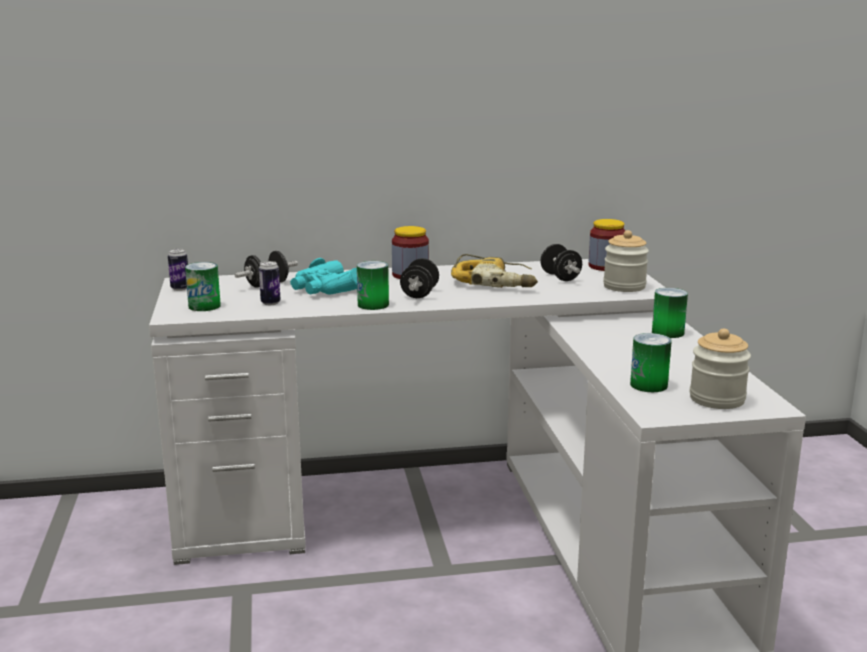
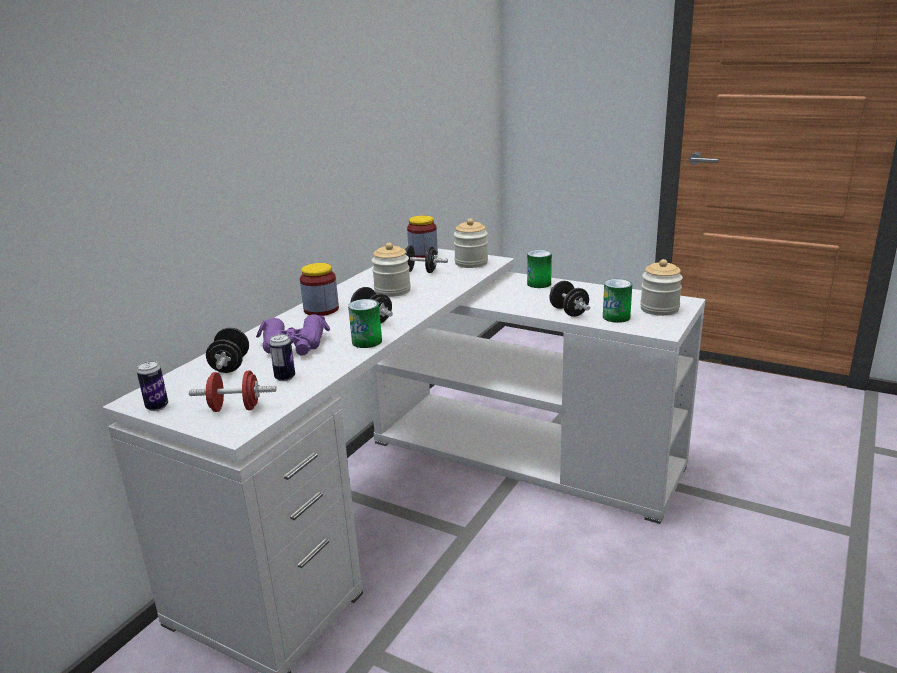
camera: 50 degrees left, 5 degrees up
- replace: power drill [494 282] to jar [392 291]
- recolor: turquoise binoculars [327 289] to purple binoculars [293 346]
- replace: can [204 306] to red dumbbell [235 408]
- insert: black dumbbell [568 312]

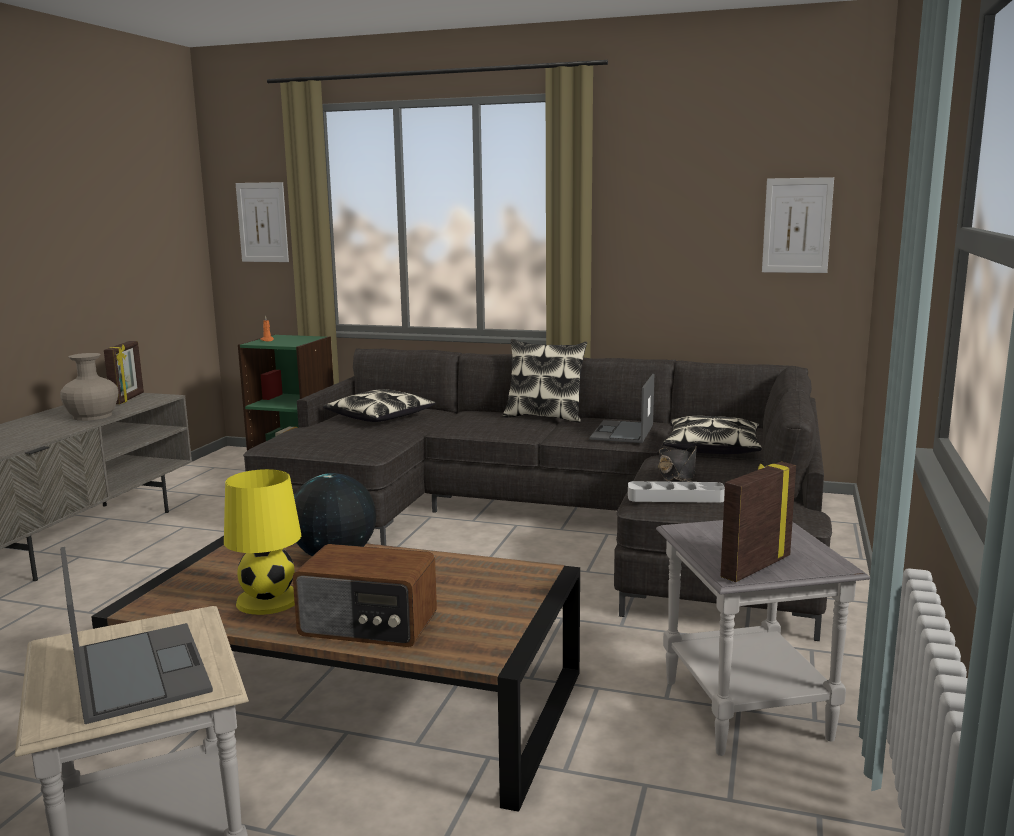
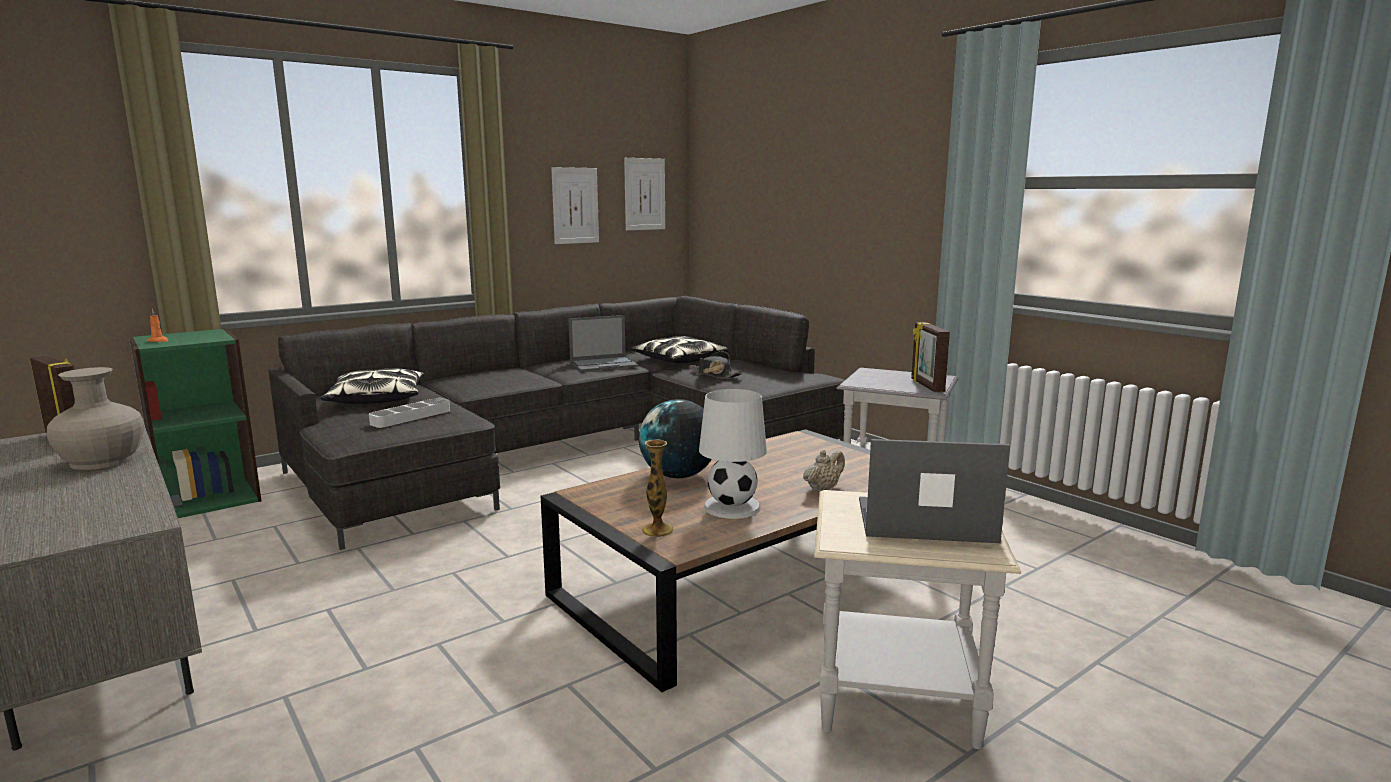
camera: 55 degrees left, 0 degrees up
- move: picture [262 222] to [575 205]
- delete: pillow [544 416]
- rotate: laptop [622 432] = [604 364] 75 degrees counterclockwise
- recolor: yellow table lamp [267 600] to white table lamp [732 507]
- move: grey tray [675 497] to [411 417]
- replace: radio [368 625] to beige teapot [823 489]
- insert: vase [657 530]

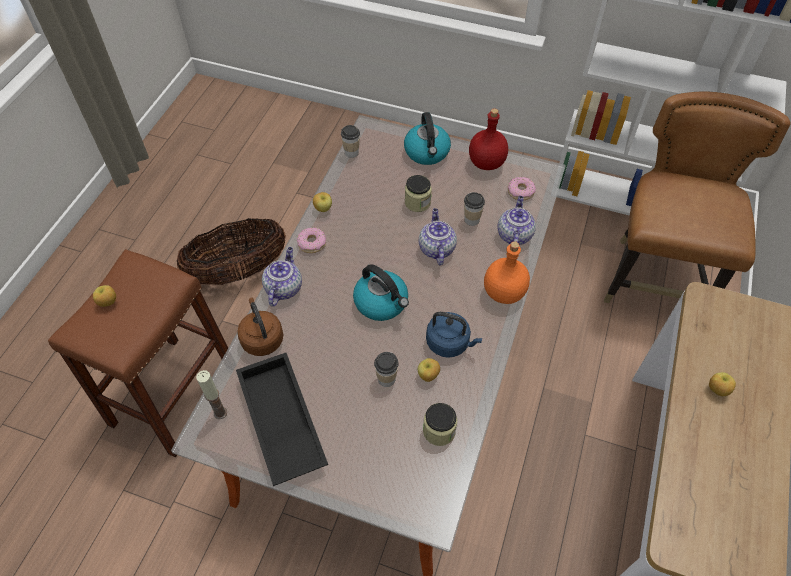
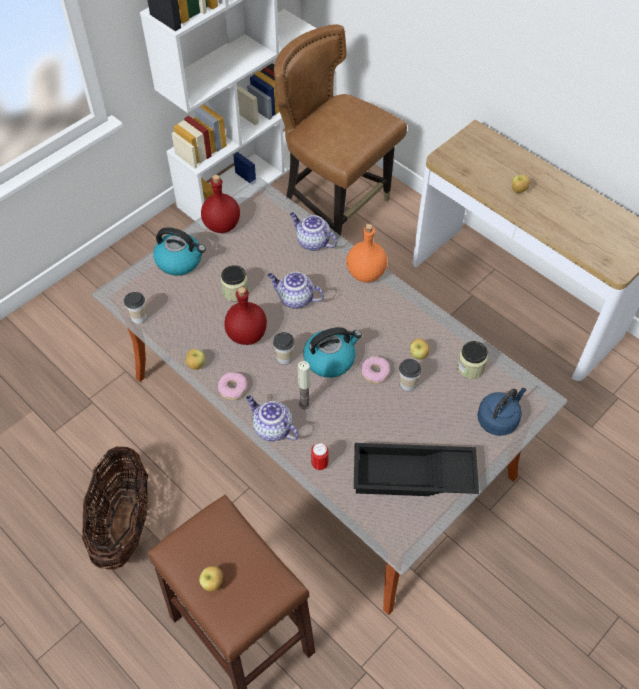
camera: 65 degrees left, 0 degrees up
- move: donut [520 191] to [375 372]
- move: cup [471 220] to [284 358]
- replace: brown kettle [262 338] to can [319 464]
- move: blue kettle [450 343] to [498 419]
- move: candle [220 413] to [304 404]
- insert: red bottle [246 335]

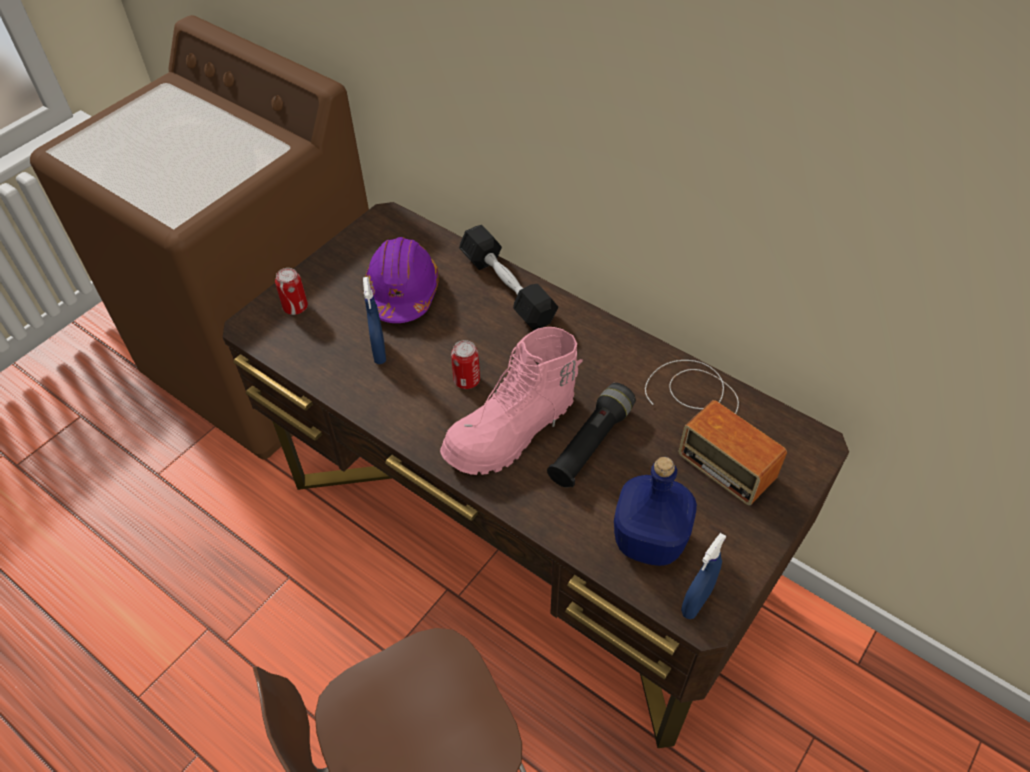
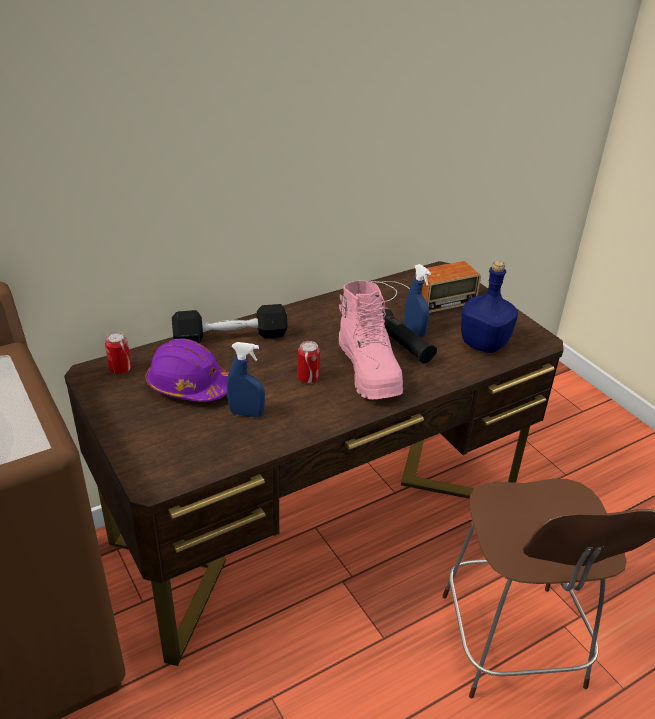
camera: 70 degrees left, 15 degrees down
- move: can [295 307] to [120 369]
- move: blue spray bottle [696 602] to [414 331]

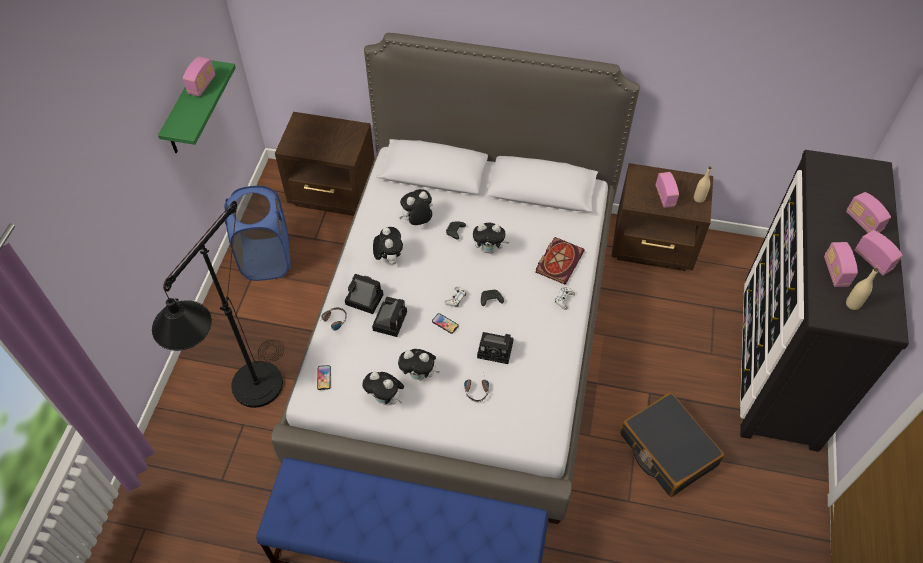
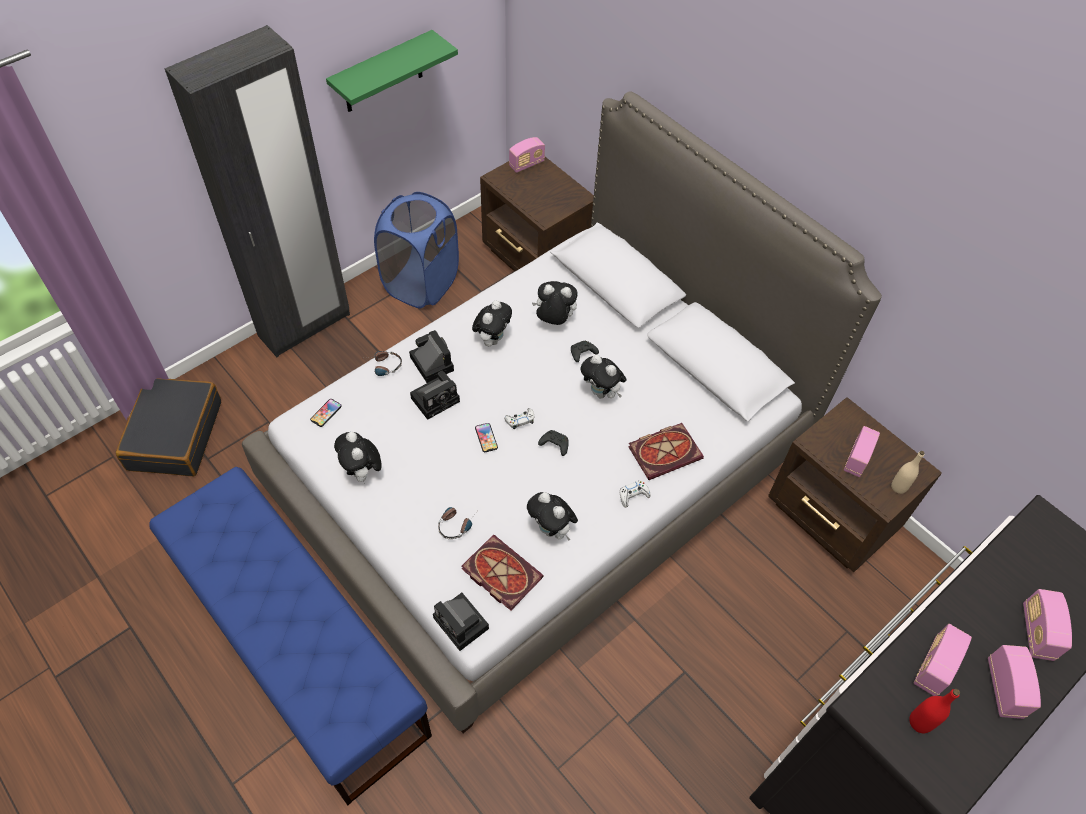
camera: 35 degrees right, 0 degrees up
- move: radio [202 85] to [526 164]
- delete: black floor lamp [252 398]
- recolor: beige bottle [853 304] to red bottle [920 722]
- move: photo camera [497 350] to [463 625]
- move: plush toy [419 375] to [551 530]
- move: black suitcase [667 450] to [174 435]
- insert: black wardrobe [305 326]
- insert: book [499 573]

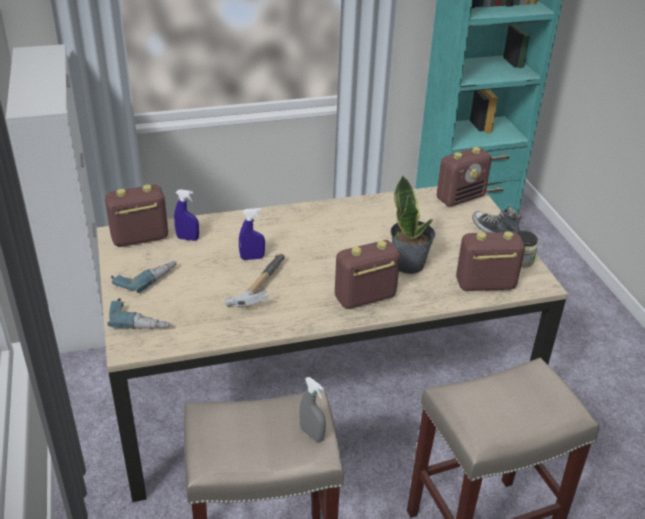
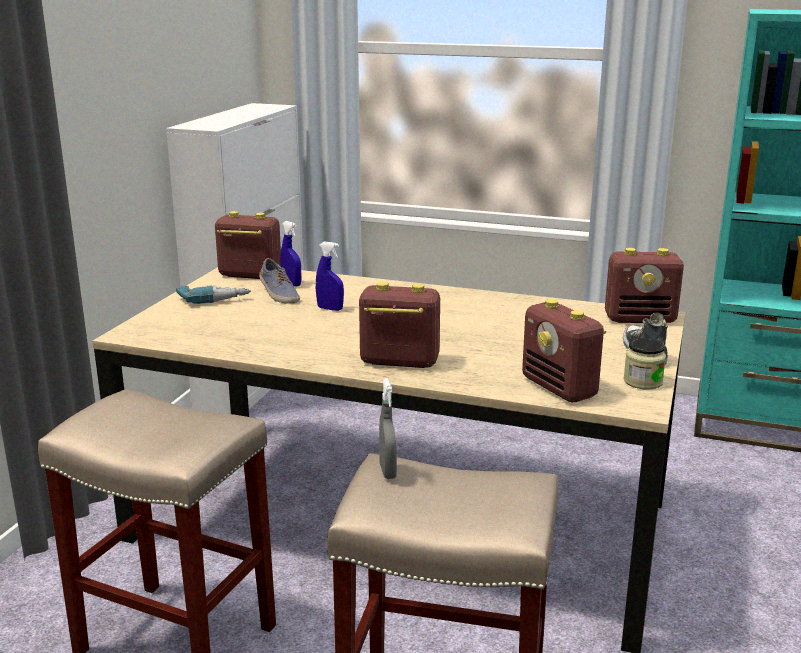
camera: 35 degrees right, 15 degrees down
- delete: potted plant [409 264]
- rotate: radio [484 285] = [560 388] 150 degrees counterclockwise
- delete: hammer [257 288]
- delete: power drill [141 320]
- move: grey spray bottle [312 434] to [387 471]
- insert: shoe [278 294]

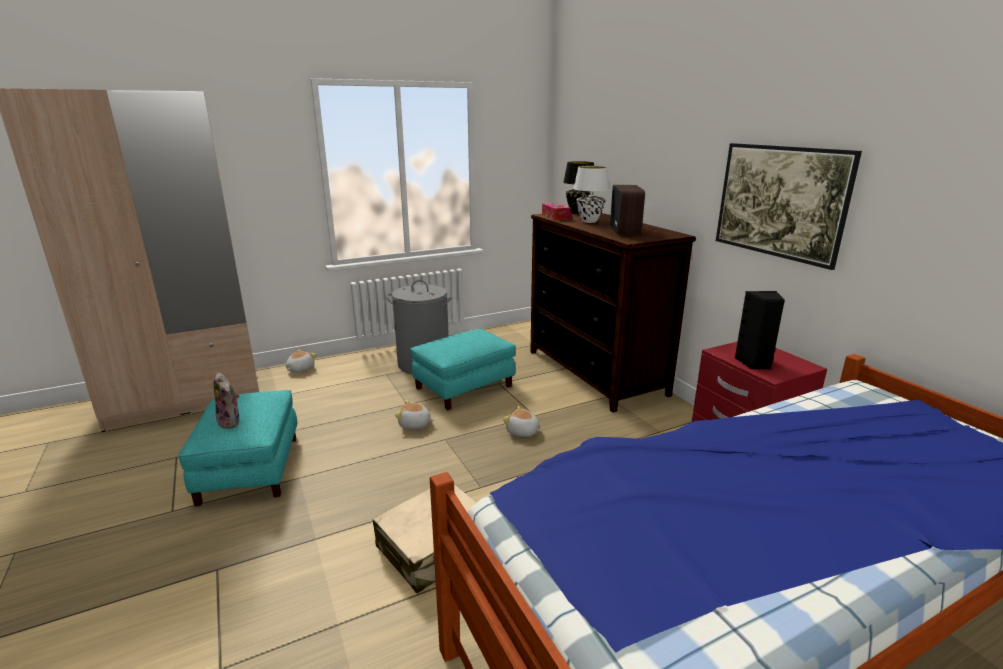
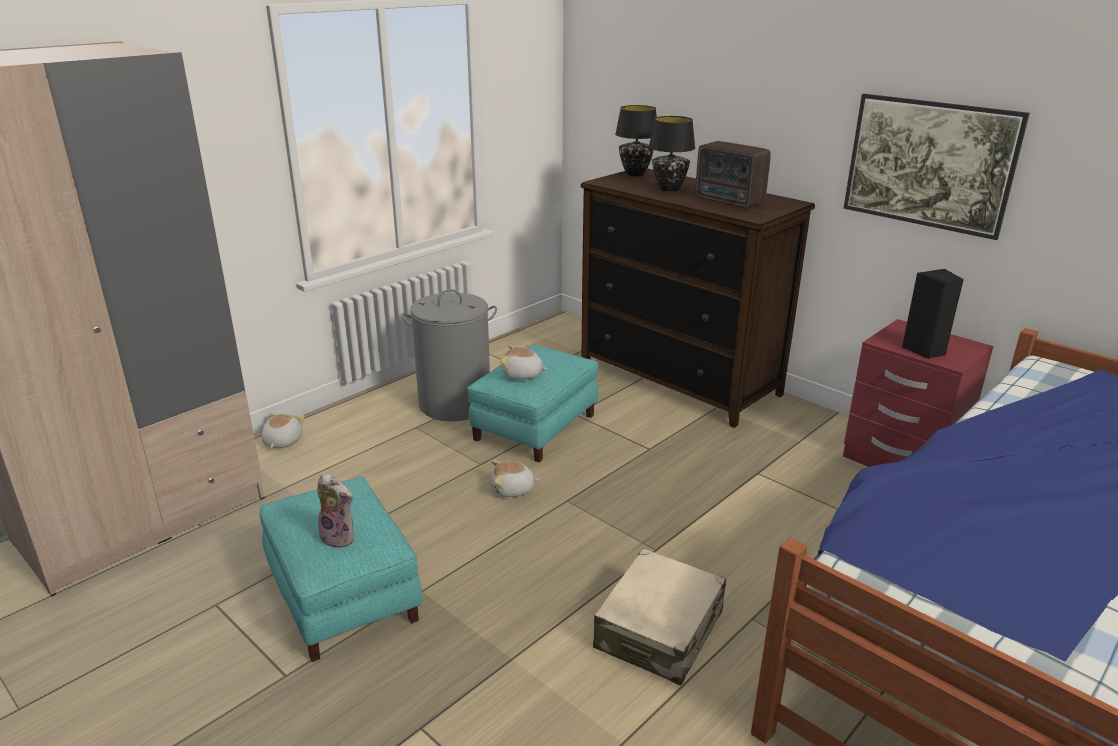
camera: 20 degrees left, 5 degrees up
- recolor: white table lamp [589 221] to black table lamp [669 189]
- rotate: radio [625 230] = [730 201] 150 degrees clockwise
- delete: tissue box [555 216]
- move: plush toy [522 432] to [522 375]

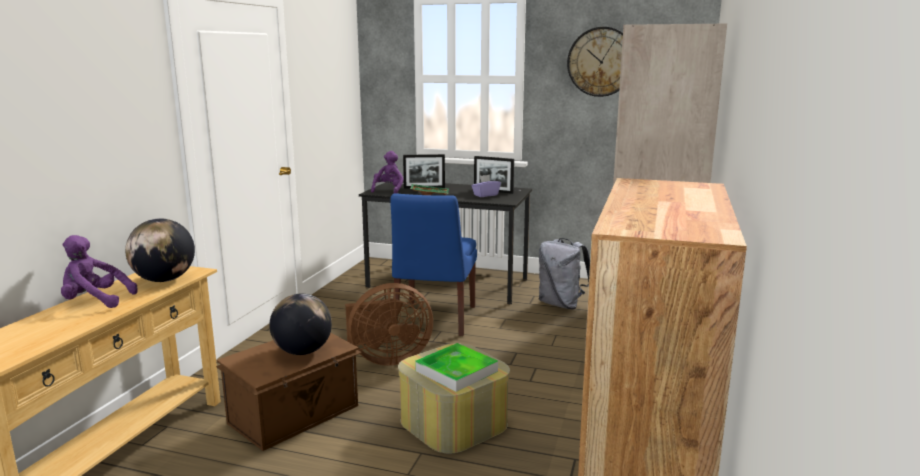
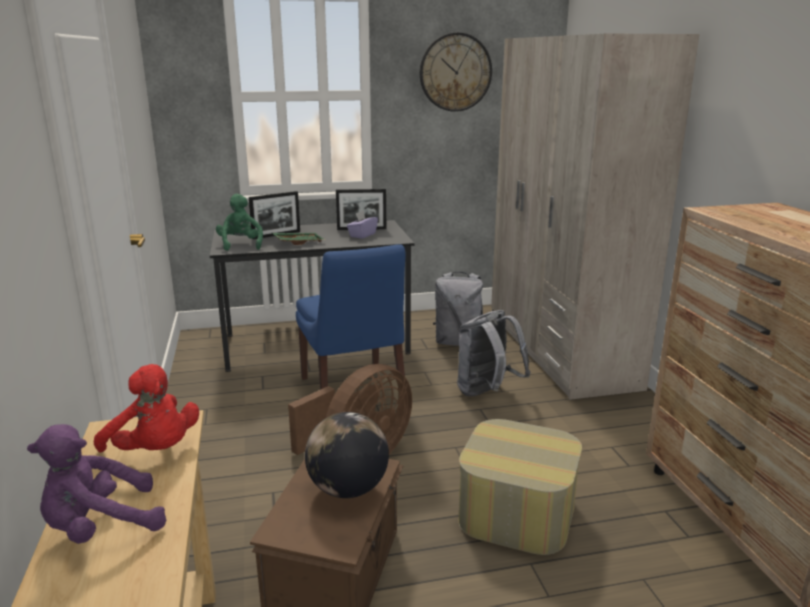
camera: 30 degrees left, 5 degrees up
- recolor: purple plush toy [389 190] to green plush toy [240 245]
- replace: globe [164 280] to red plush toy [154 451]
- delete: tray [456 371]
- insert: grey backpack [487 393]

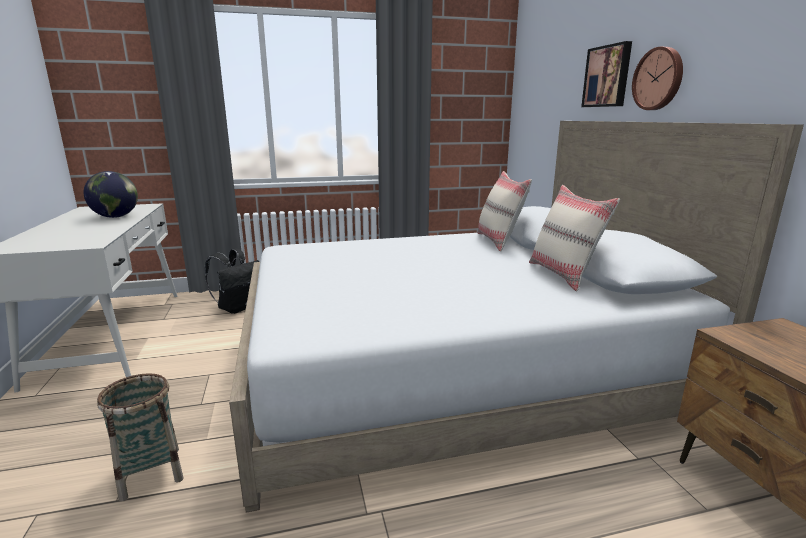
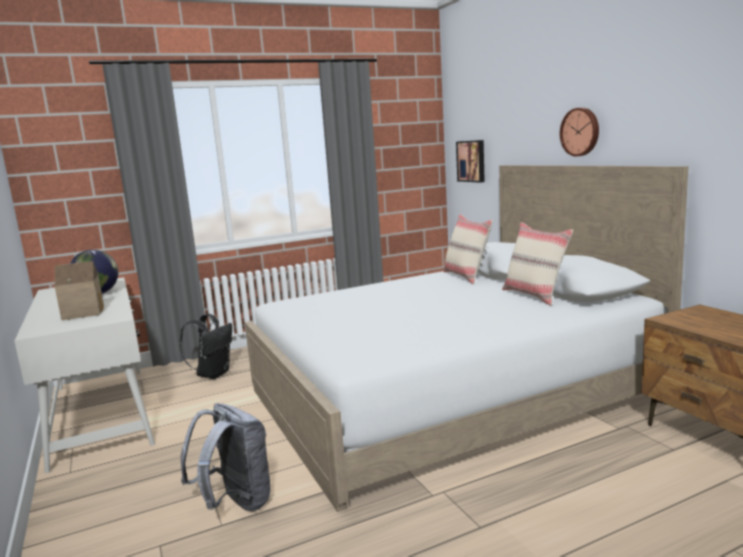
camera: 10 degrees left, 5 degrees down
- move: picture [608 76] to [472 161]
- replace: basket [150 473] to grey backpack [236 503]
- insert: toy house [83 312]

